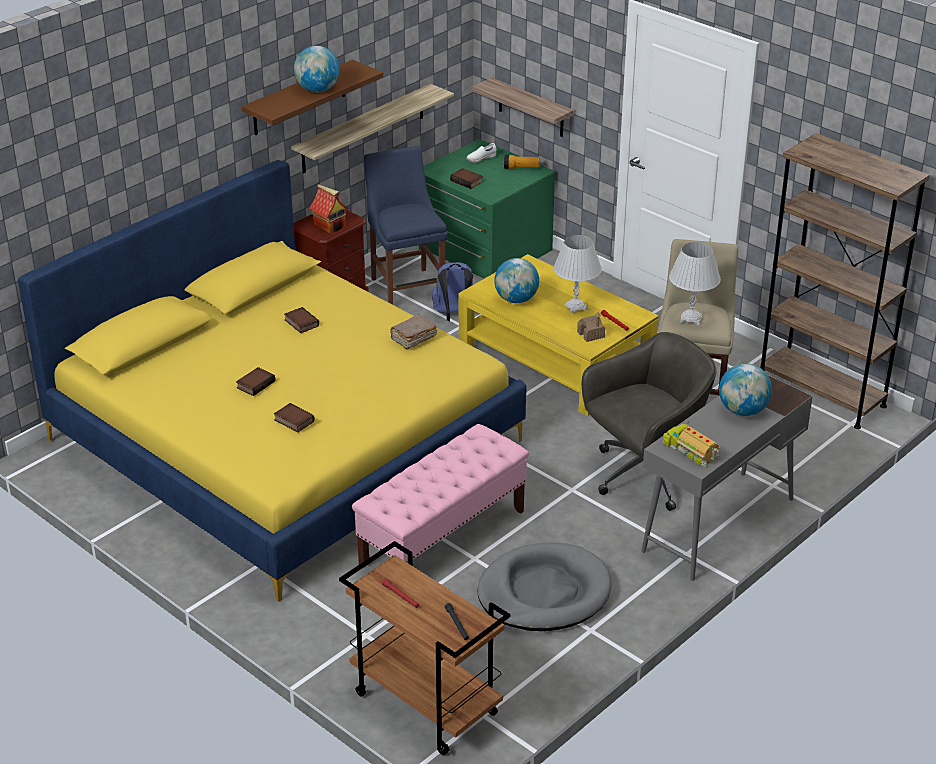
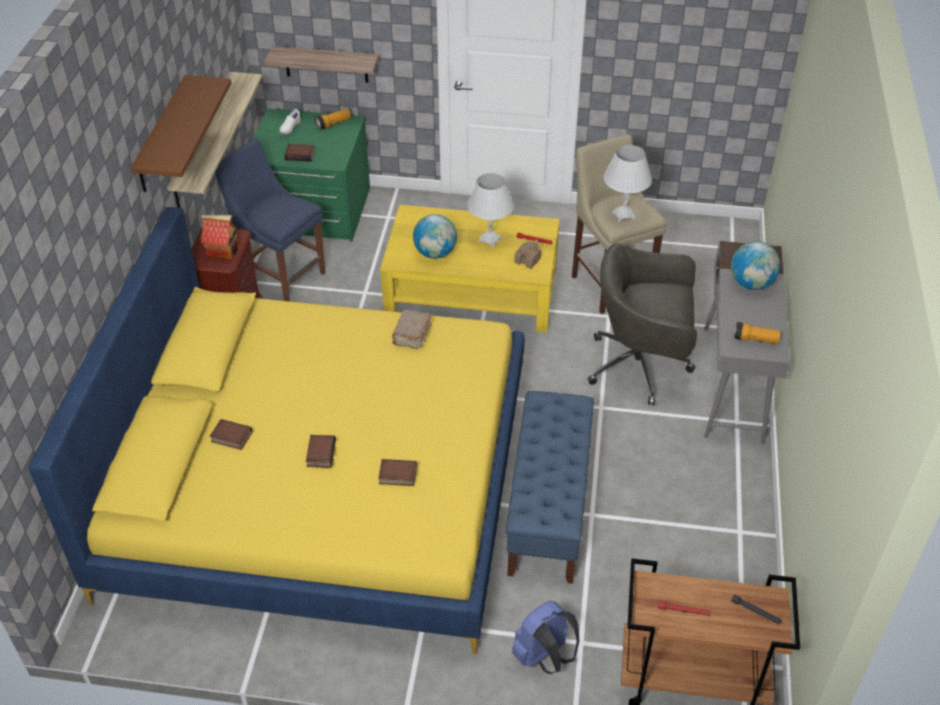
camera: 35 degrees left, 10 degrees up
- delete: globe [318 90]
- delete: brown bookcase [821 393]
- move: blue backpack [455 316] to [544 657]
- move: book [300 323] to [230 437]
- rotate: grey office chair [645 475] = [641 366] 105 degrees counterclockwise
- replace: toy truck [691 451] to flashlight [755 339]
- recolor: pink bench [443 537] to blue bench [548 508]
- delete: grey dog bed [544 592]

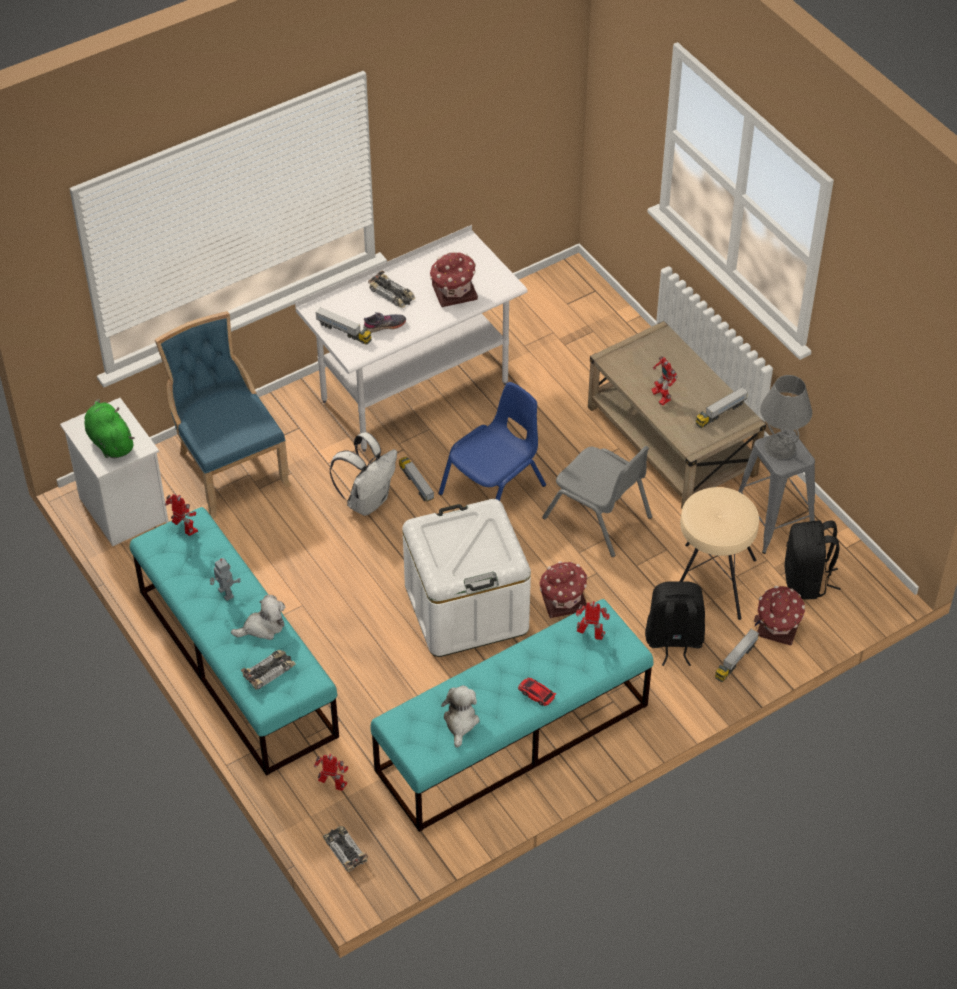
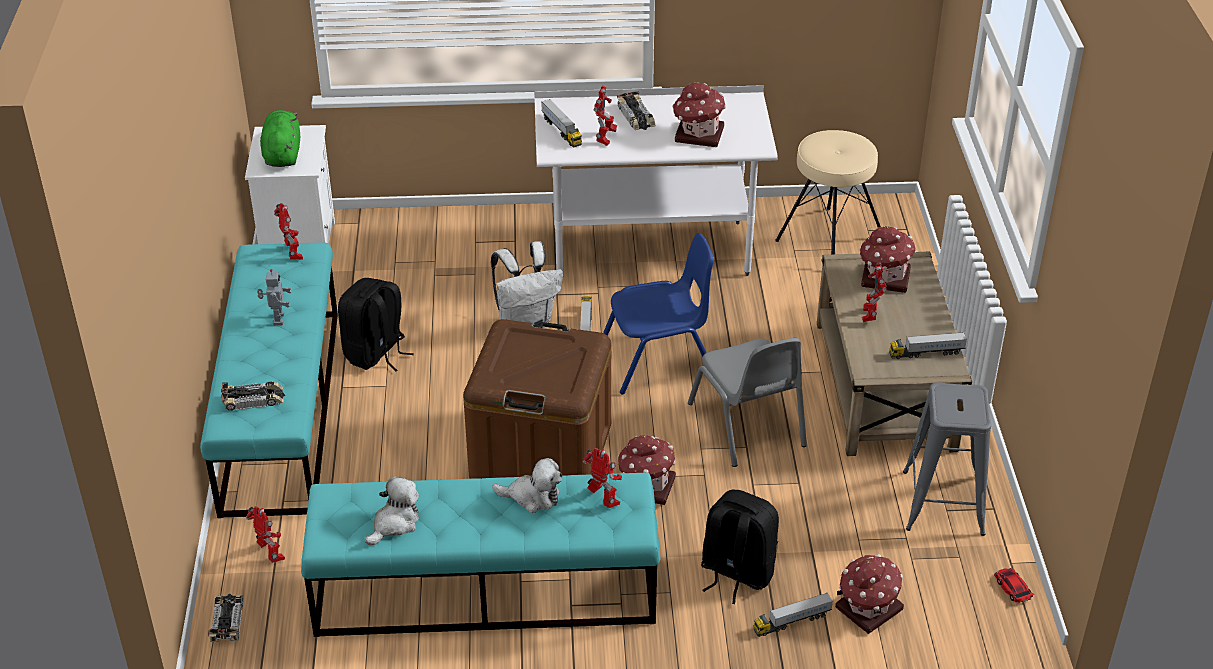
camera: 30 degrees right, 10 degrees down
- delete: blue chair [228 468]
- replace: grey shoe [384 325] to toy robot [605 139]
- delete: grey table lamp [780 447]
- move: beige stool [711 581] to [829 239]
- recolor: white storage box [466 608] to brown storage box [541 452]
- move: black backpack [807 581] to [376 354]
- move: plush toy [262 627] to [532 497]
- move: toy car [536 693] to [1012 587]
- insert: toy house [884 278]

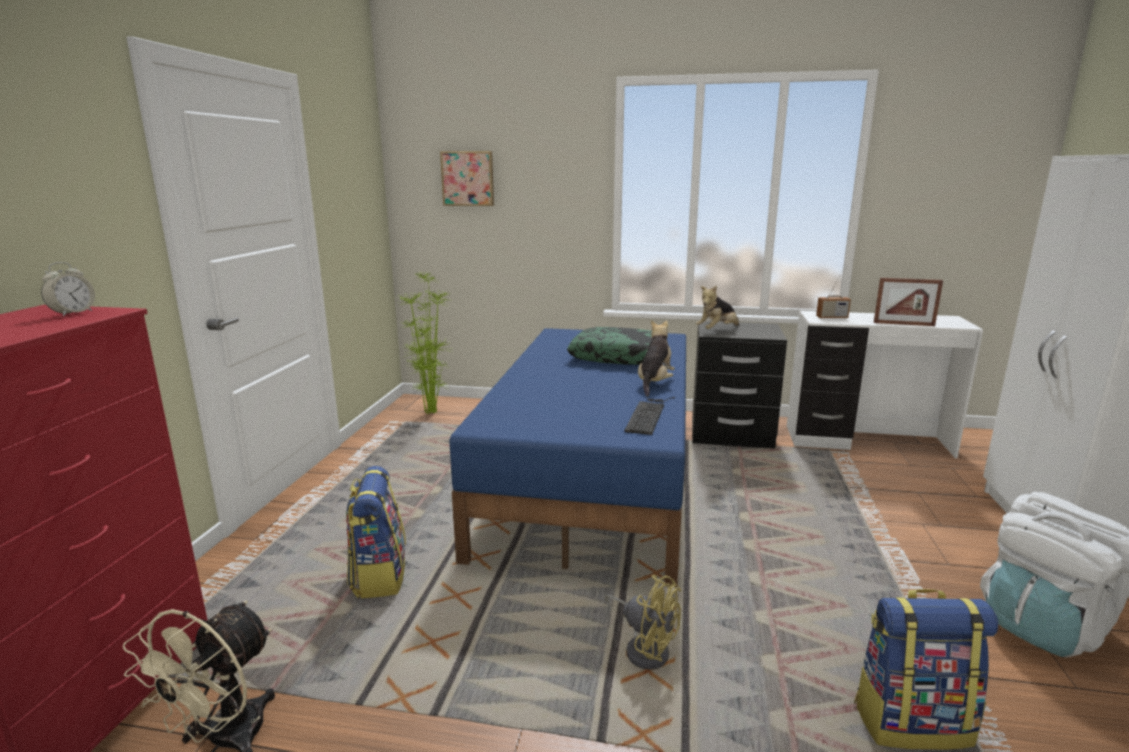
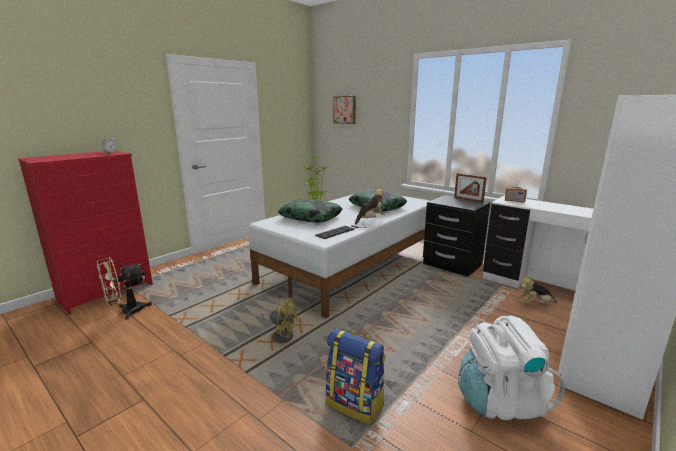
camera: 30 degrees right, 0 degrees up
- move: picture frame [903 324] to [468 200]
- move: plush toy [717 330] to [534 304]
- recolor: blue bed [595 476] to white bed [353 266]
- delete: backpack [379 575]
- rotate: yellow fan [644 648] = [281 334] 45 degrees counterclockwise
- insert: pillow [311 217]

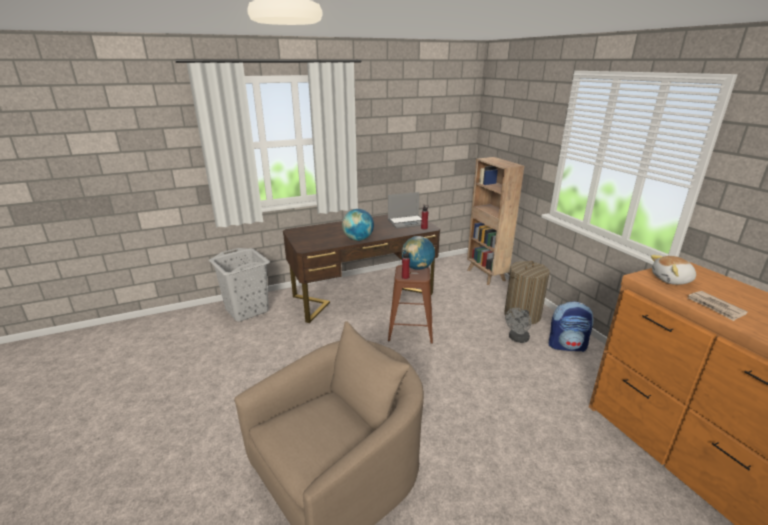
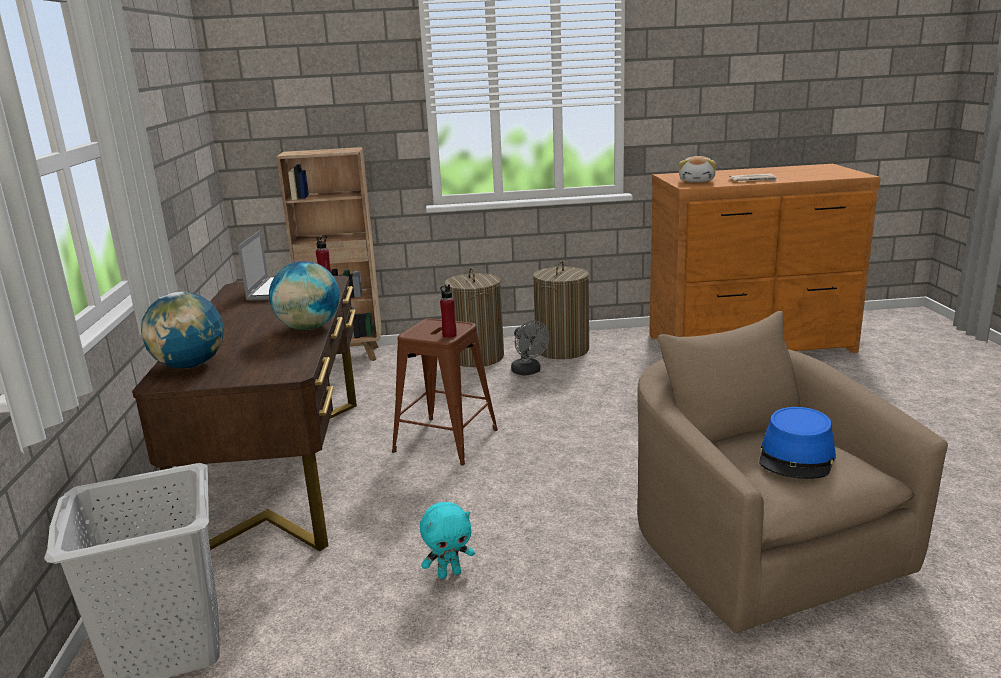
camera: 70 degrees left, 5 degrees down
- move: globe [417 268] to [190 365]
- replace: backpack [567 346] to laundry basket [562 349]
- insert: blue hat [797 457]
- insert: turquoise plush toy [449 573]

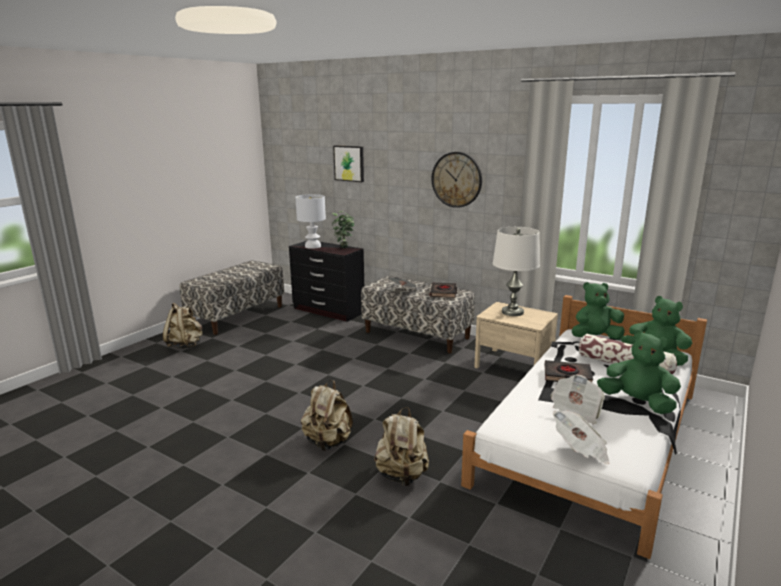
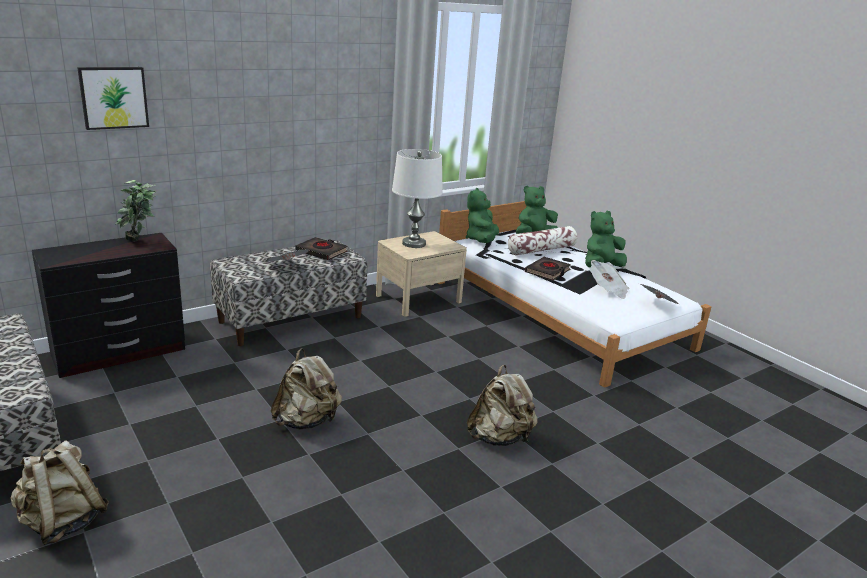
camera: 70 degrees left, 5 degrees up
- delete: wall clock [456 179]
- delete: white table lamp [312 246]
- move: beige backpack [402 475] to [307 421]

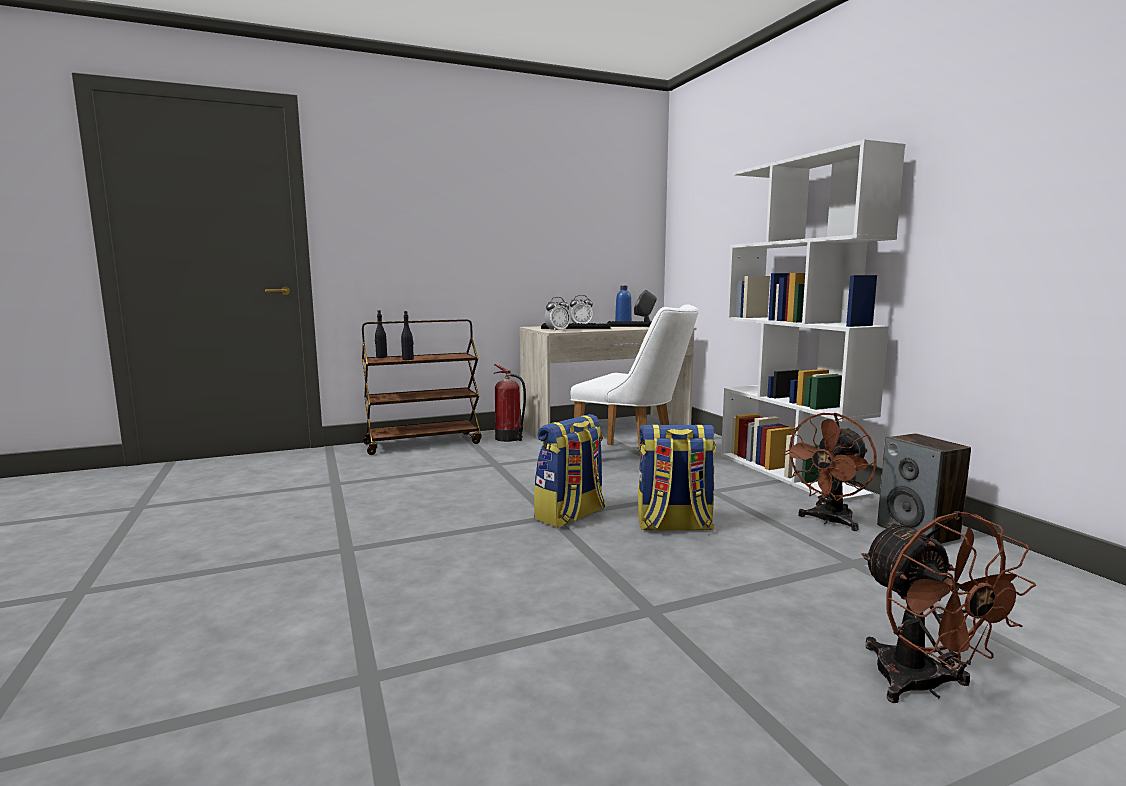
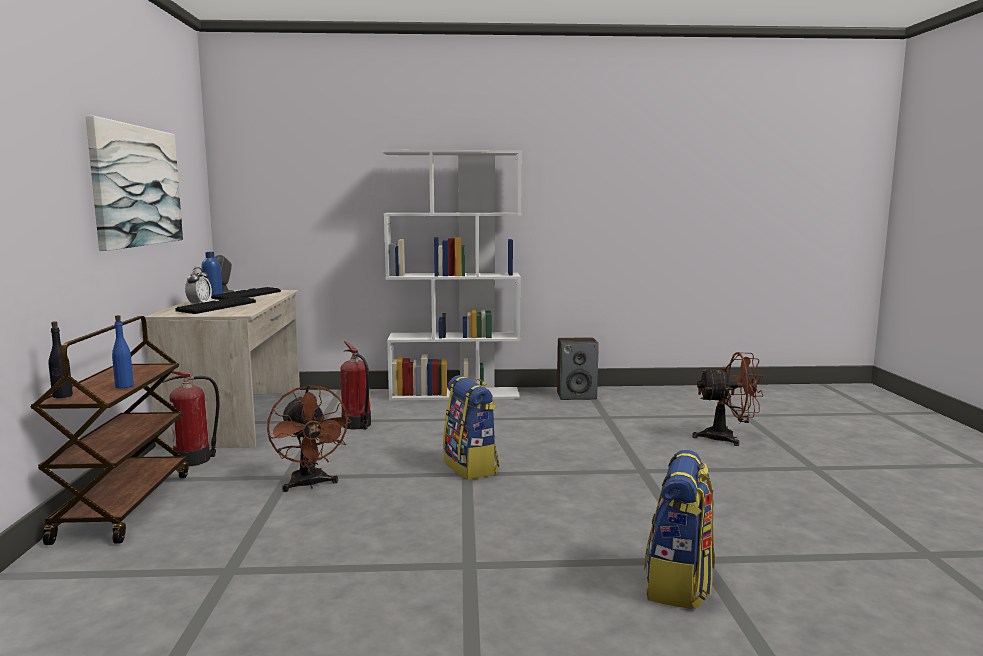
camera: 70 degrees left, 0 degrees up
- delete: alarm clock [557 331]
- replace: white chair [634 459] to fire extinguisher [357 425]
- recolor: black bottle [408 359] to blue bottle [124 386]
- move: brown fan [828 521] to [310 485]
- move: backpack [673 525] to [679 584]
- insert: picture [137 186]

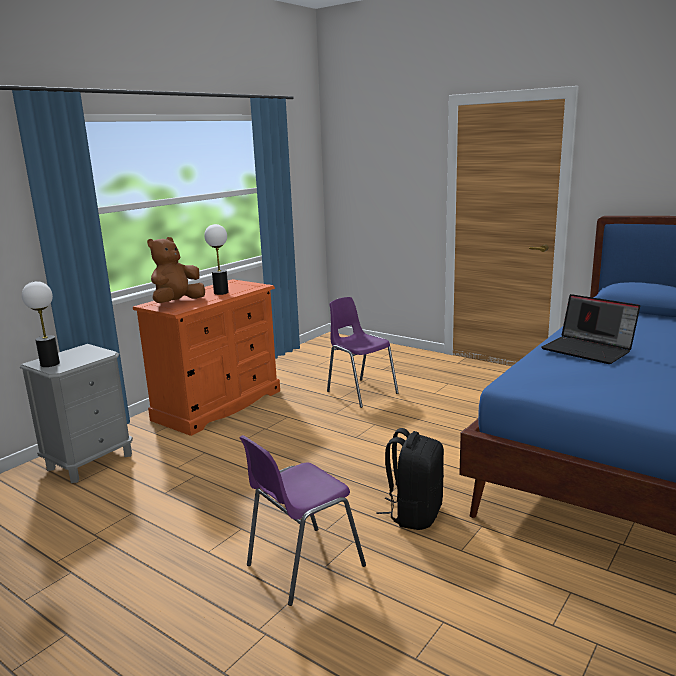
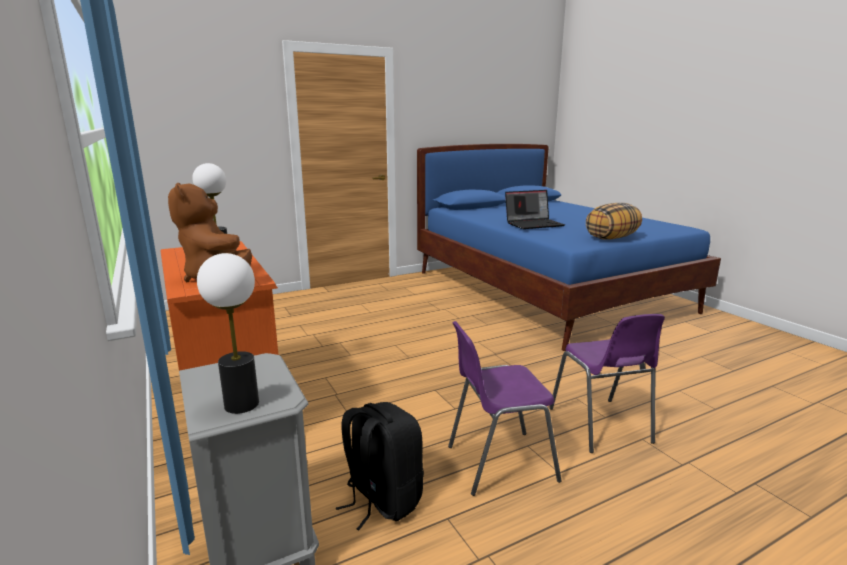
camera: 65 degrees left, 0 degrees up
- move: purple chair [360 392] to [498 463]
- move: black backpack [414 514] to [381 500]
- insert: pillow [611 238]

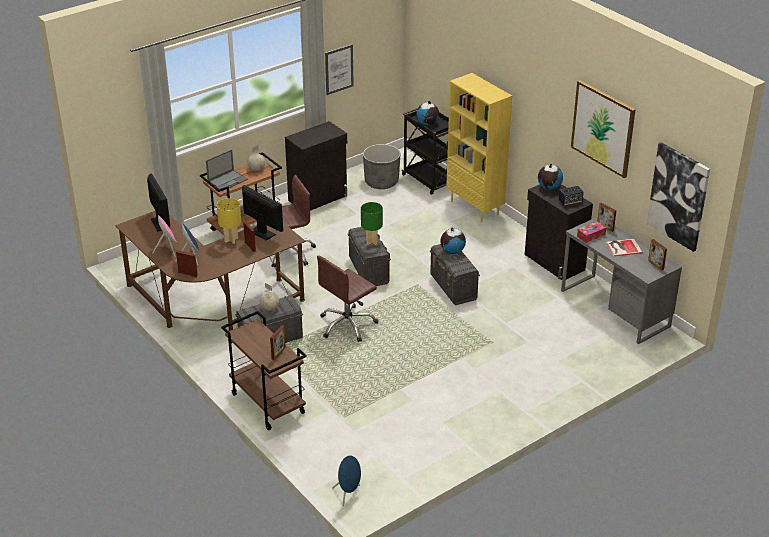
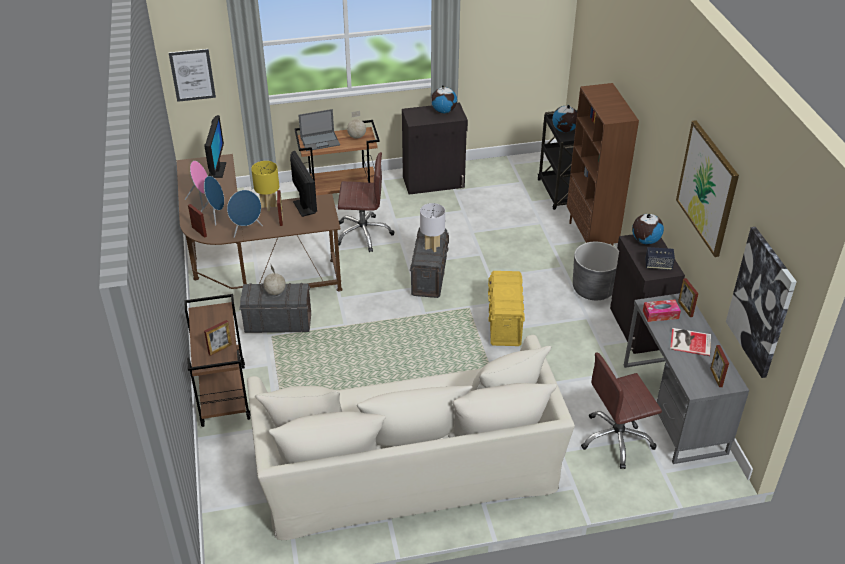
camera: 25 degrees right, 5 degrees up
- move: picture [339 69] to [192 75]
- recolor: yellow bookcase [475 208] to brown bookcase [591 237]
- move: grey planter [381 182] to [593 289]
- recolor: green table lamp [372 242] to white table lamp [432 247]
- move: globe [452 251] to [443 111]
- recolor: grey storage box [453 287] to yellow storage box [504 323]
- move: brown office chair [347 325] to [616 439]
- move: blue speaker [348 494] to [246 230]
- insert: beige sofa [407 463]

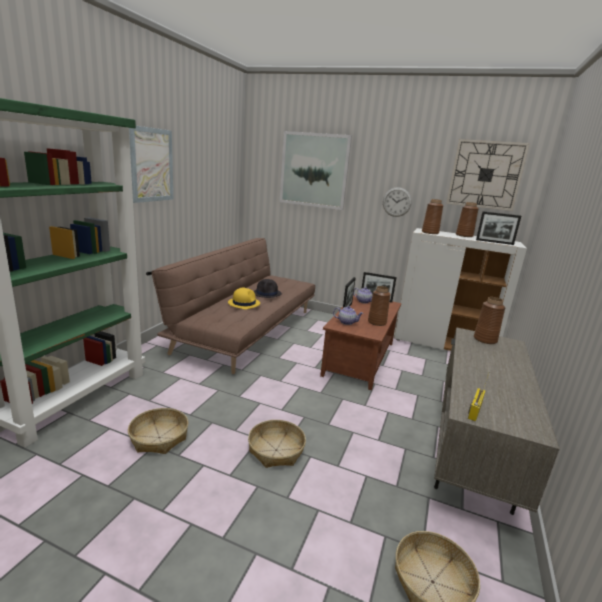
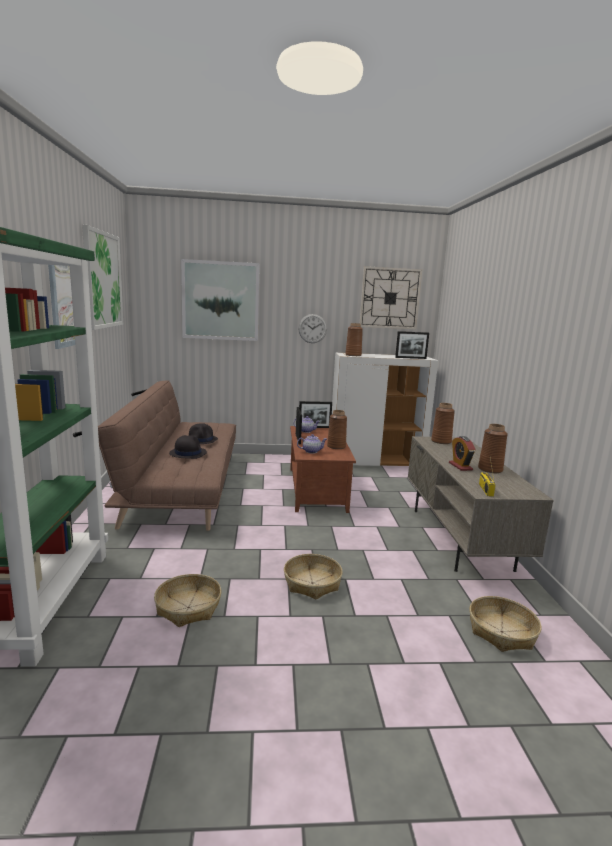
camera: 25 degrees left, 5 degrees down
- move: brown vase [464 235] to [490 469]
- recolor: yellow hat [244 303] to black hat [188 453]
- insert: picture [102 280]
- insert: alarm clock [460 466]

